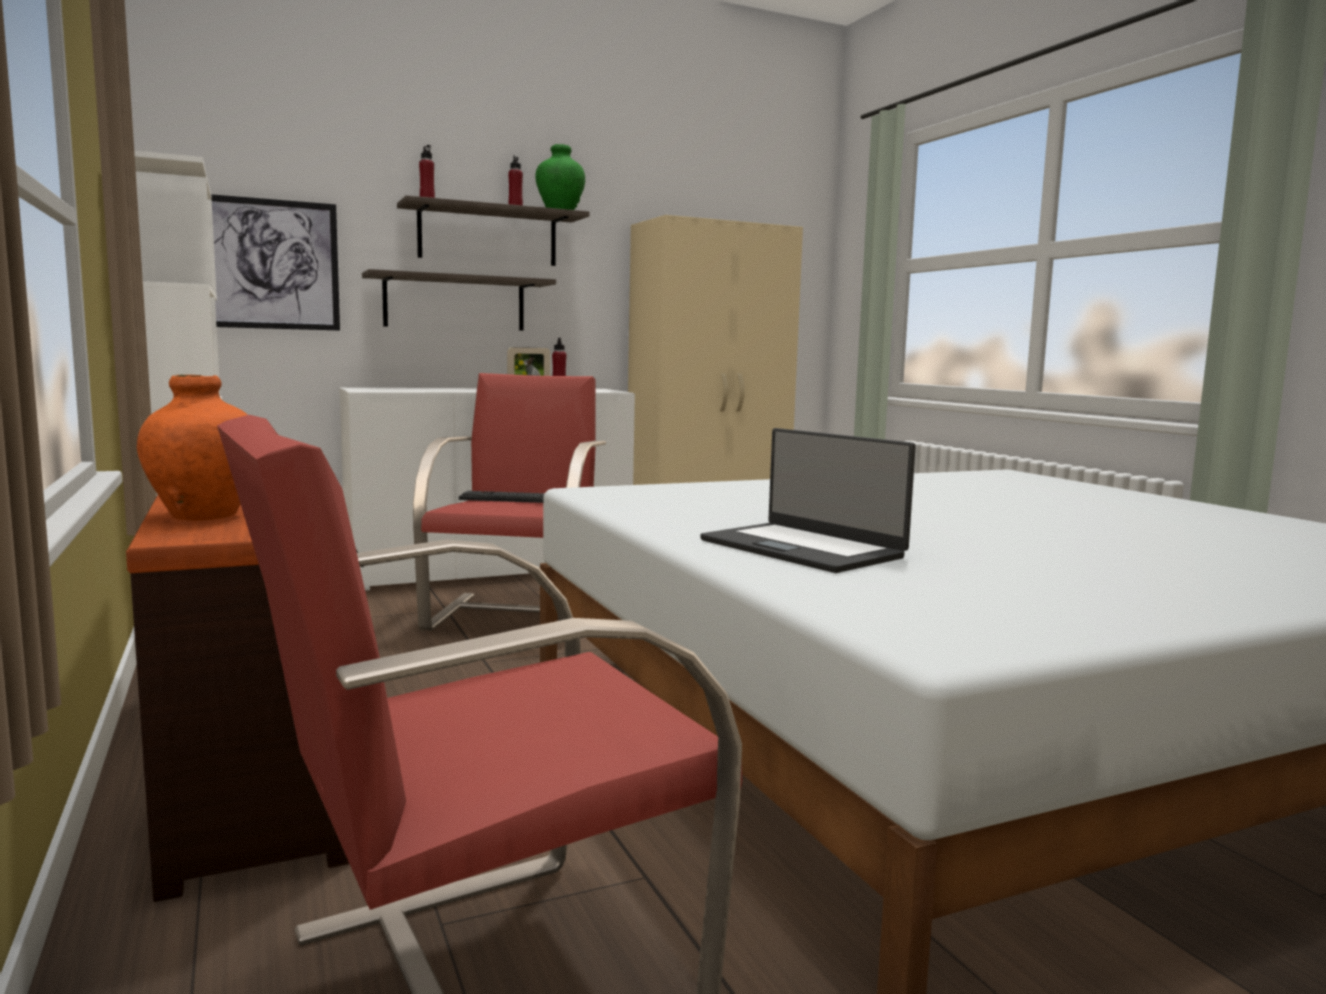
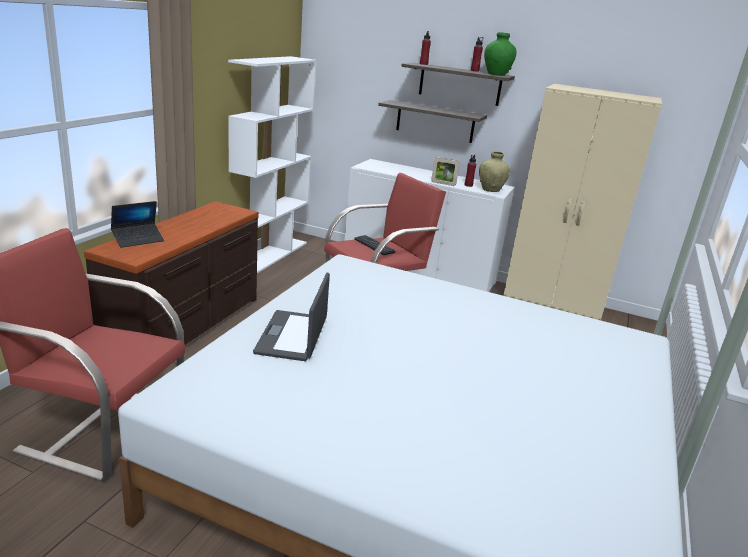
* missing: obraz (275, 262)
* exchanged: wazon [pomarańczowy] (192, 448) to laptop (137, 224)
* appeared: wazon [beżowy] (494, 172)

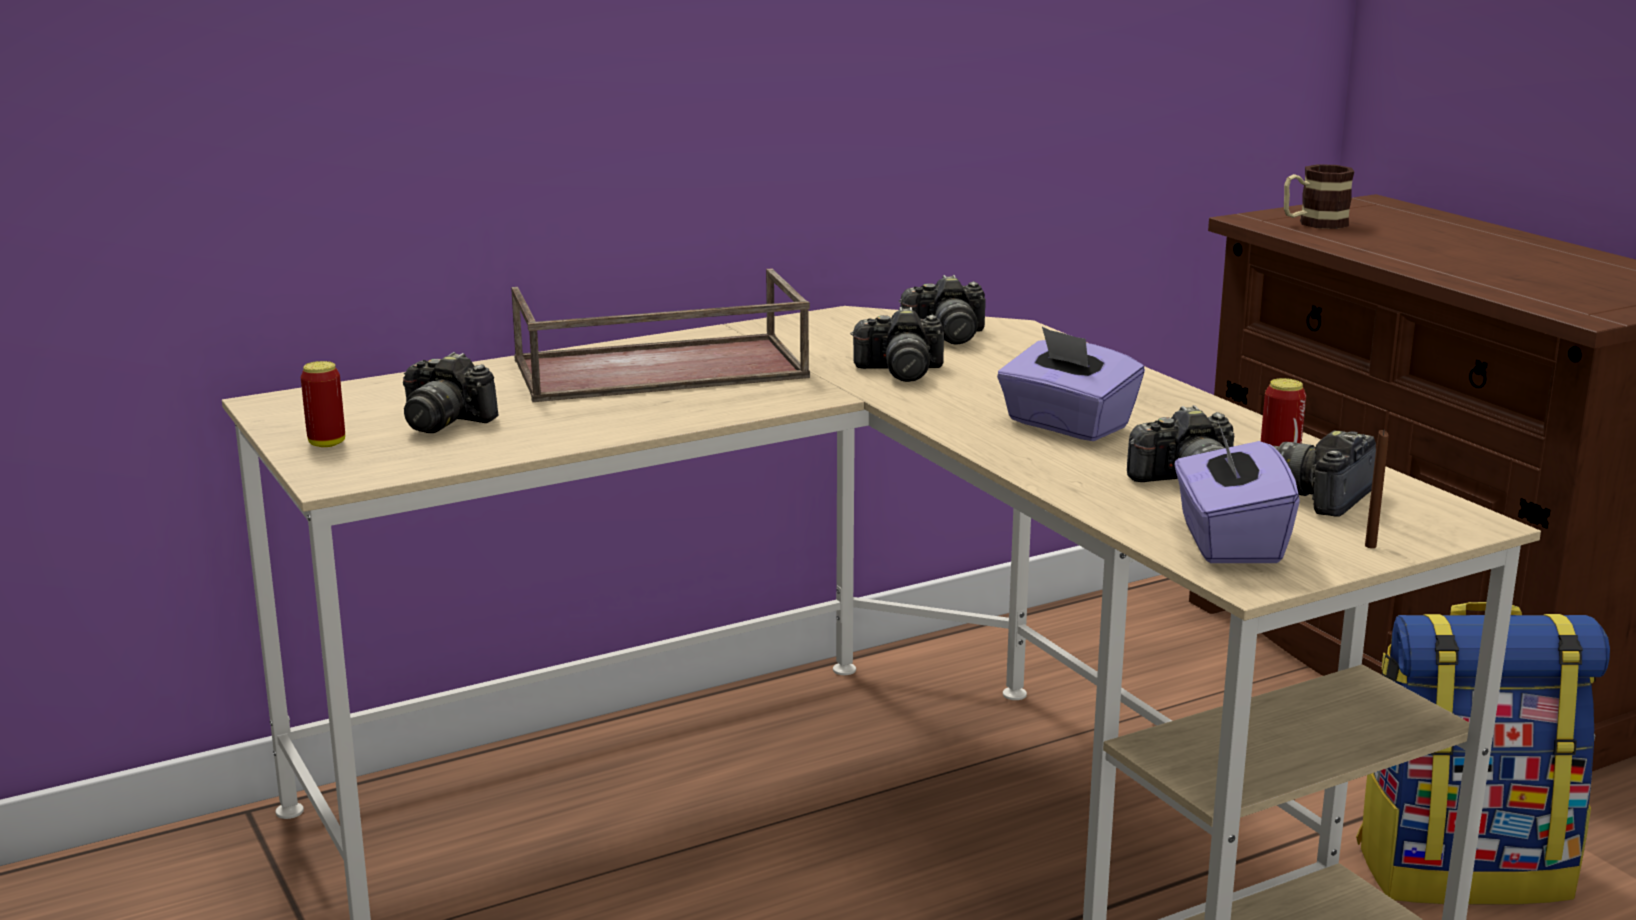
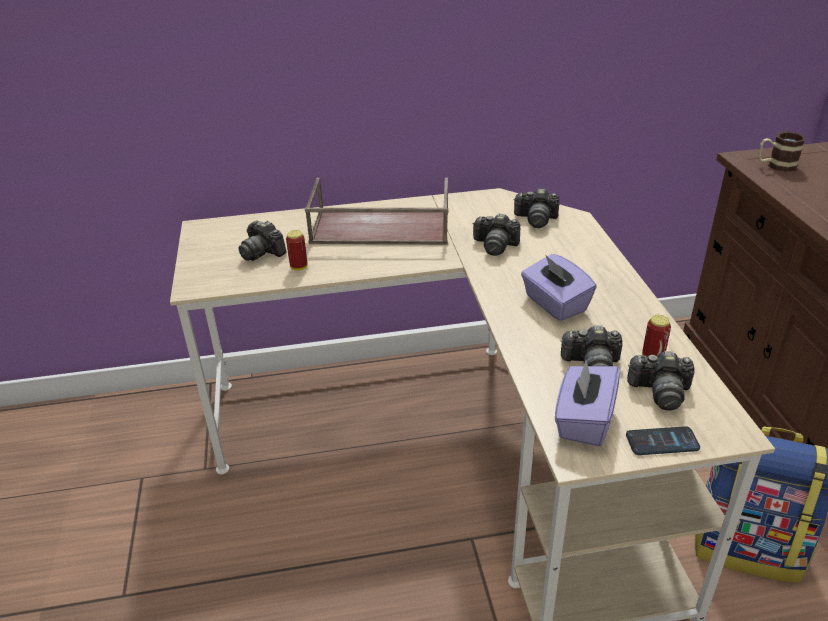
* relocated: puszka (323, 404) to (296, 250)
* exchanged: świeca [brązowy] (1377, 489) to telefon (663, 440)
* spun: aparat fotograficzny (1324, 473) = (661, 381) 135 degrees counterclockwise

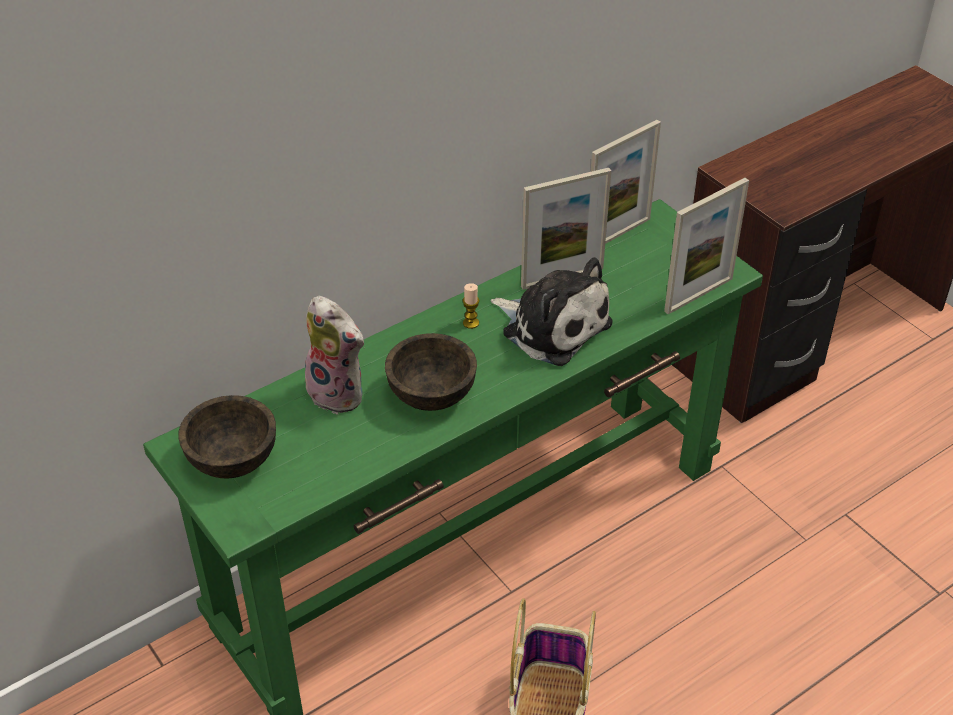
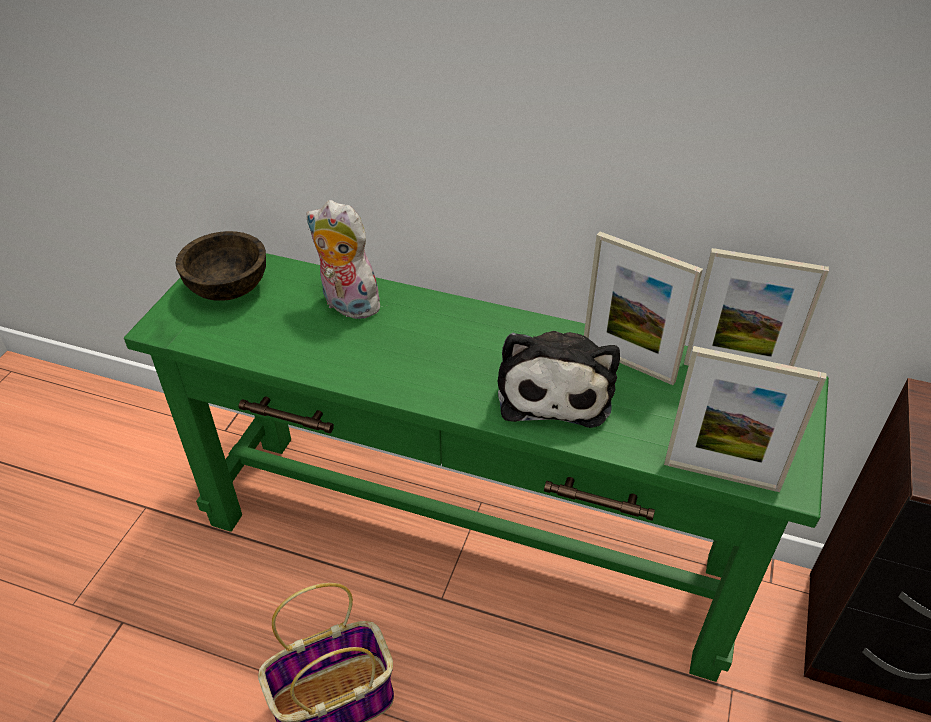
* missing: świeca (471, 306)
* spun: pluszak (334, 355) = (344, 259) 120 degrees clockwise
* missing: miska [brązowy] (431, 372)

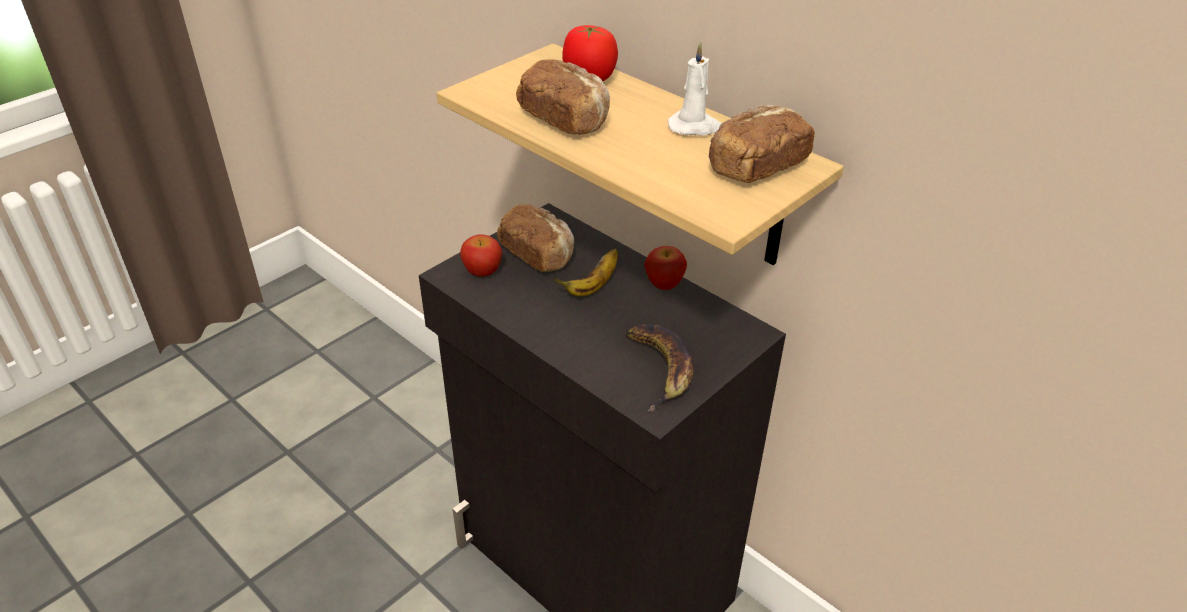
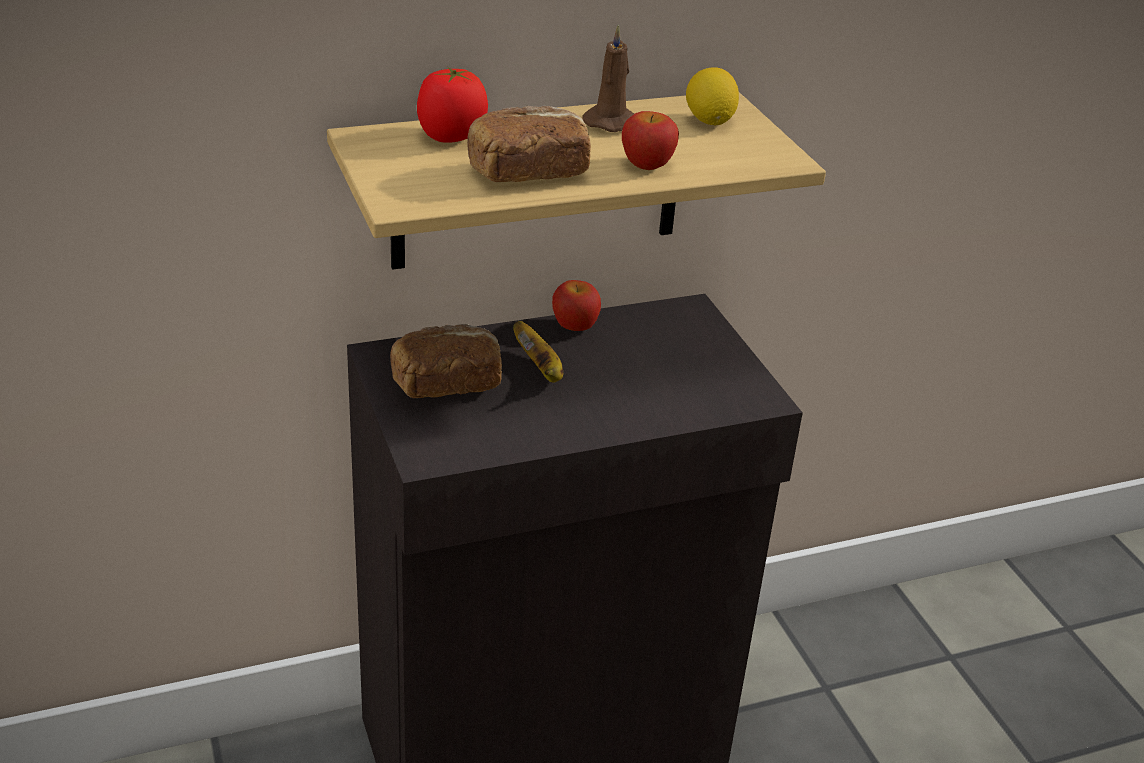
* colour: świeca [biały] (695, 88) to świeca [brązowy] (608, 78)
* exchanged: chleb (762, 144) to cytryna (712, 96)
* relocated: jabłko (481, 255) to (650, 140)
* missing: banan (659, 368)

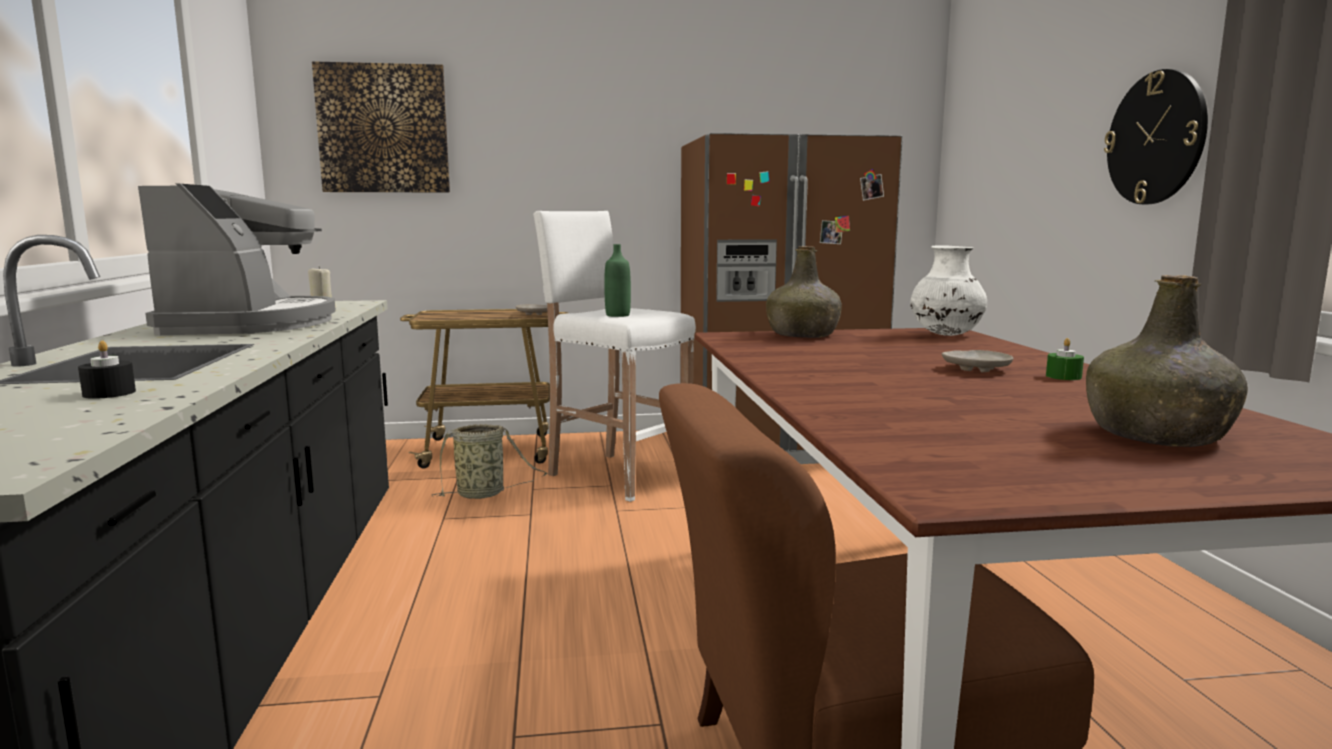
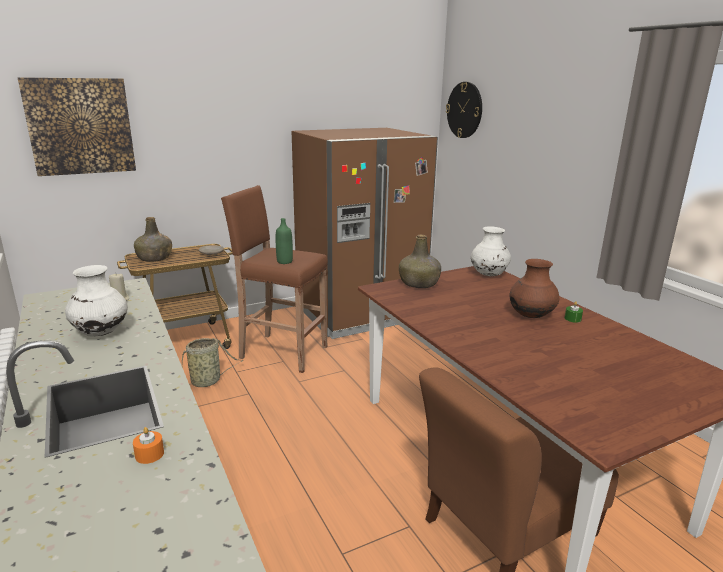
* relocated: zegar ścienny (1156, 136) to (464, 110)
* exchanged: ekspres do kawy (236, 259) to wazon [biały] (96, 301)
* colour: stołek [biały] (614, 356) to stołek [brązowy] (274, 279)
* relocated: butelka [zielony] (1167, 361) to (153, 239)
* colour: świeca [czarny] (107, 369) to świeca [pomarańczowy] (148, 445)
* exchanged: talerz [beżowy] (977, 361) to wazon [brązowy] (534, 288)

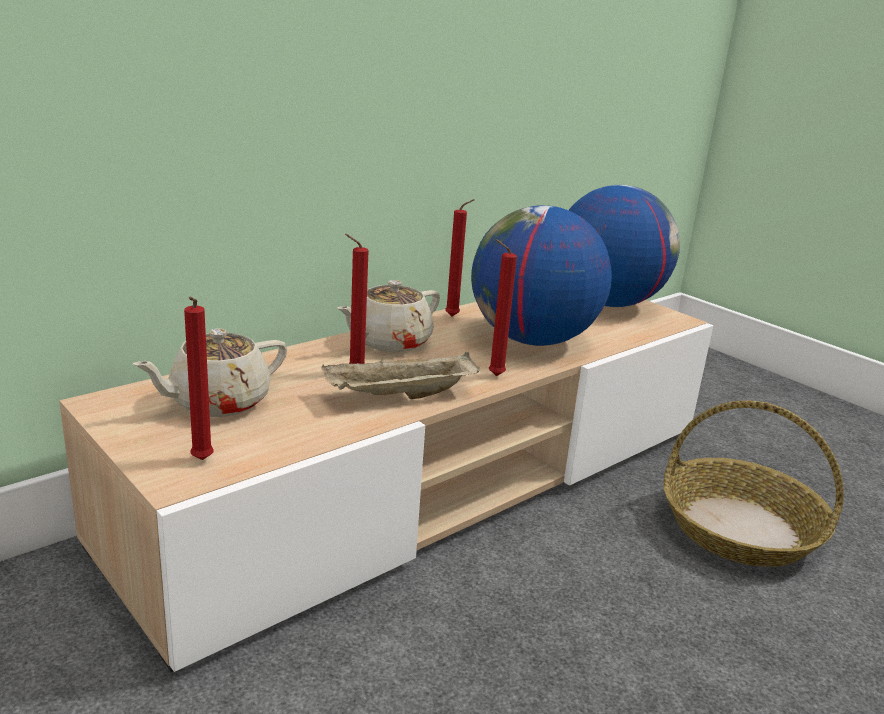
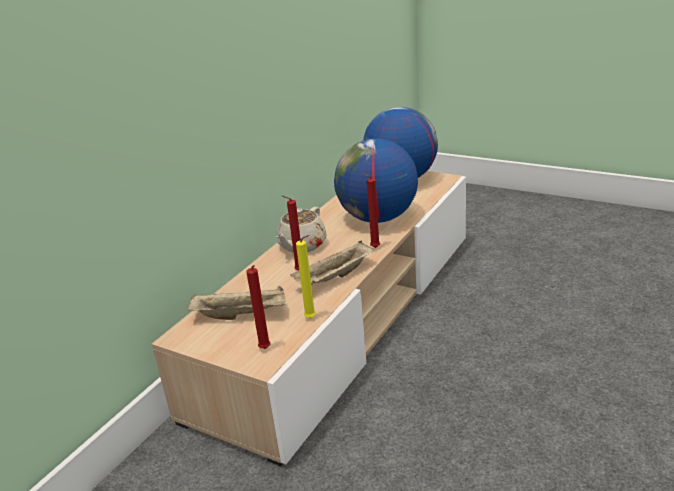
* missing: świeca [czerwony] (460, 257)
* exchanged: imbryk [beżowy] (209, 373) to taca [beżowy] (236, 303)
* missing: koszyk (753, 483)
* appeared: świeca [żółty] (306, 277)

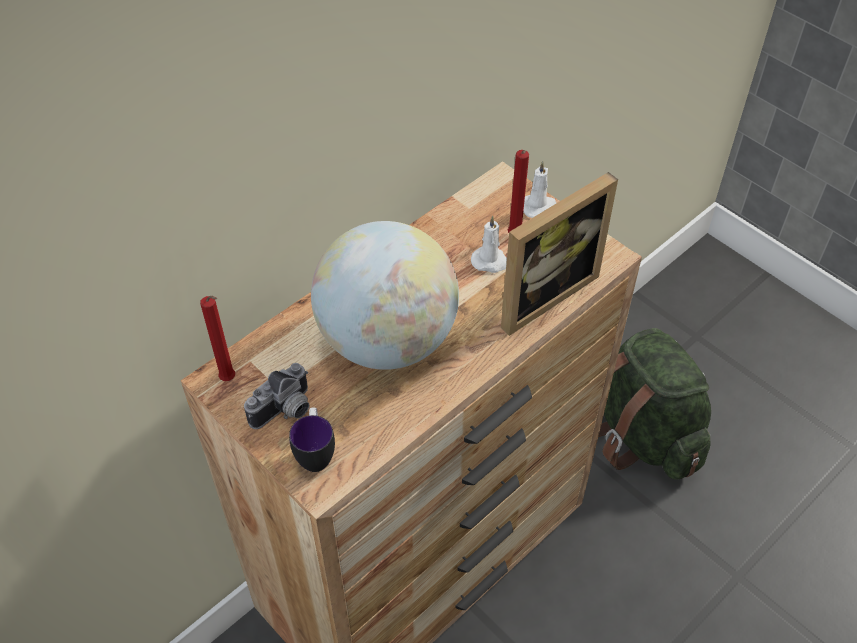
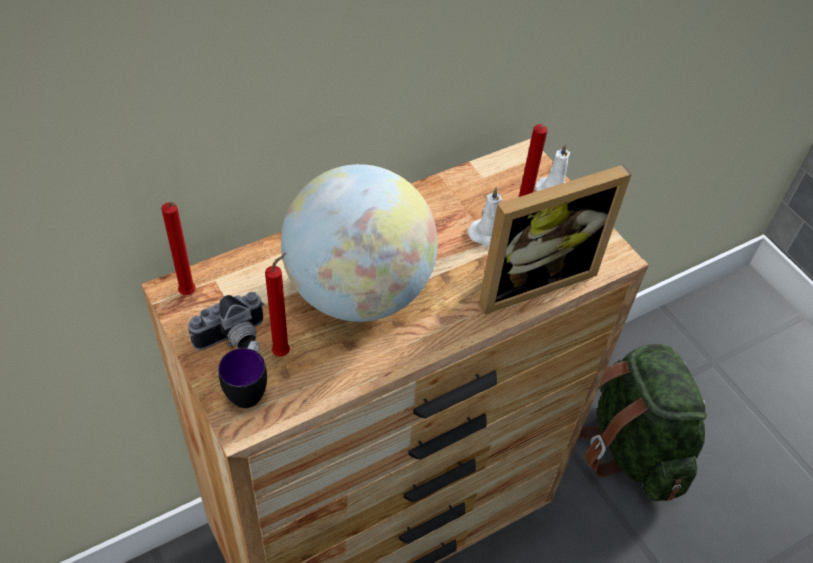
* appeared: świeca [czerwony] (277, 305)

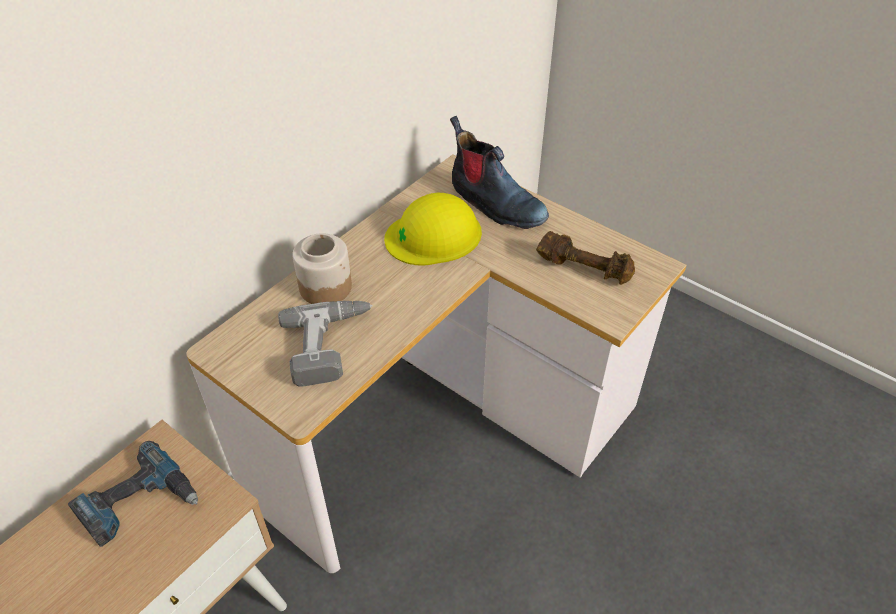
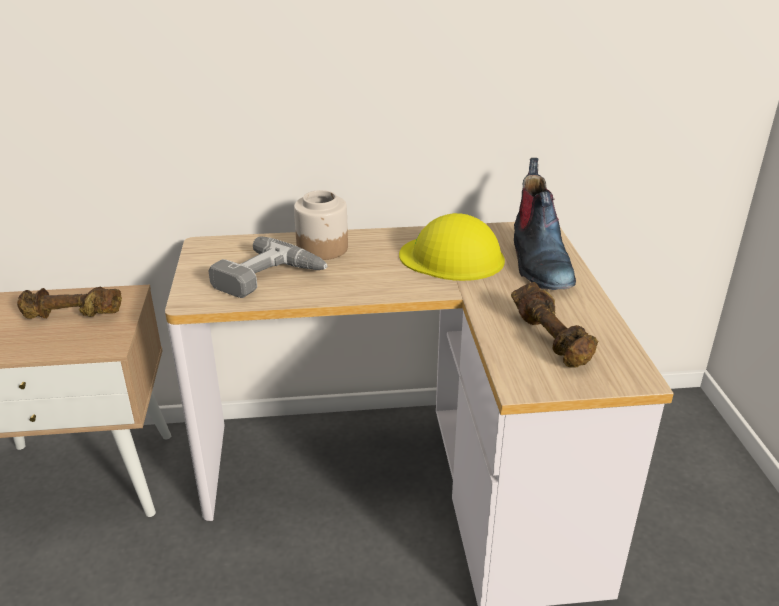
* exchanged: wiertarka (133, 494) to hantel [brązowy] (69, 303)

